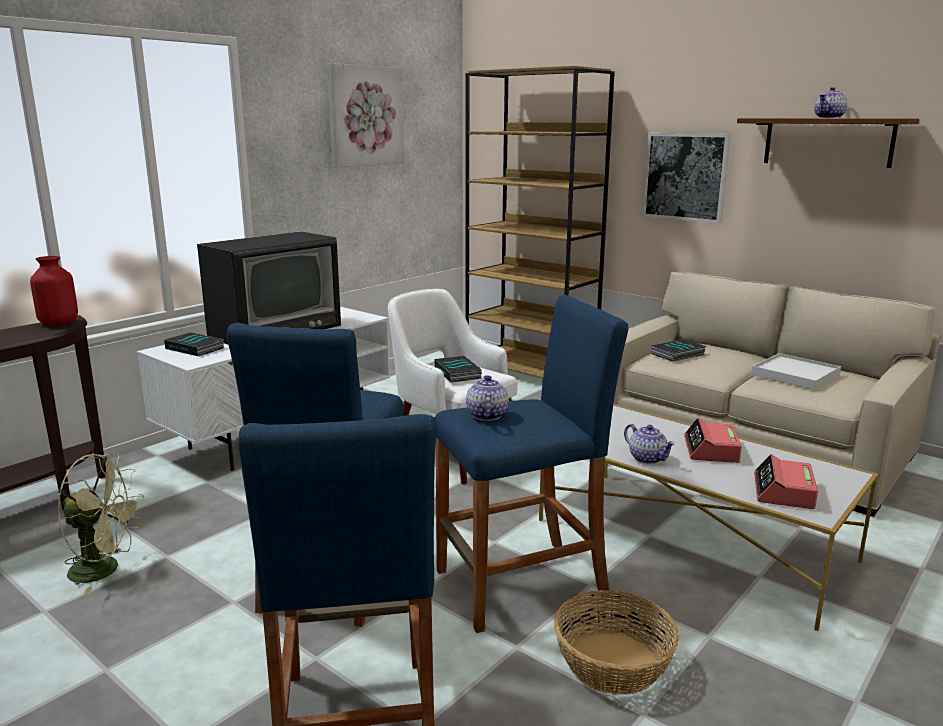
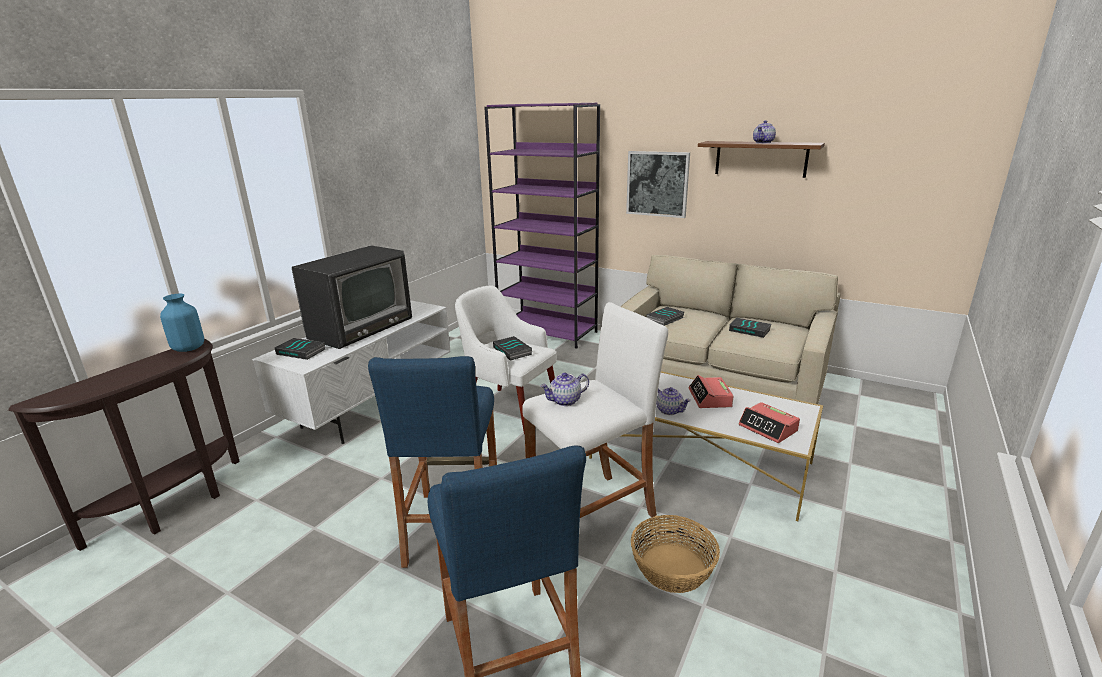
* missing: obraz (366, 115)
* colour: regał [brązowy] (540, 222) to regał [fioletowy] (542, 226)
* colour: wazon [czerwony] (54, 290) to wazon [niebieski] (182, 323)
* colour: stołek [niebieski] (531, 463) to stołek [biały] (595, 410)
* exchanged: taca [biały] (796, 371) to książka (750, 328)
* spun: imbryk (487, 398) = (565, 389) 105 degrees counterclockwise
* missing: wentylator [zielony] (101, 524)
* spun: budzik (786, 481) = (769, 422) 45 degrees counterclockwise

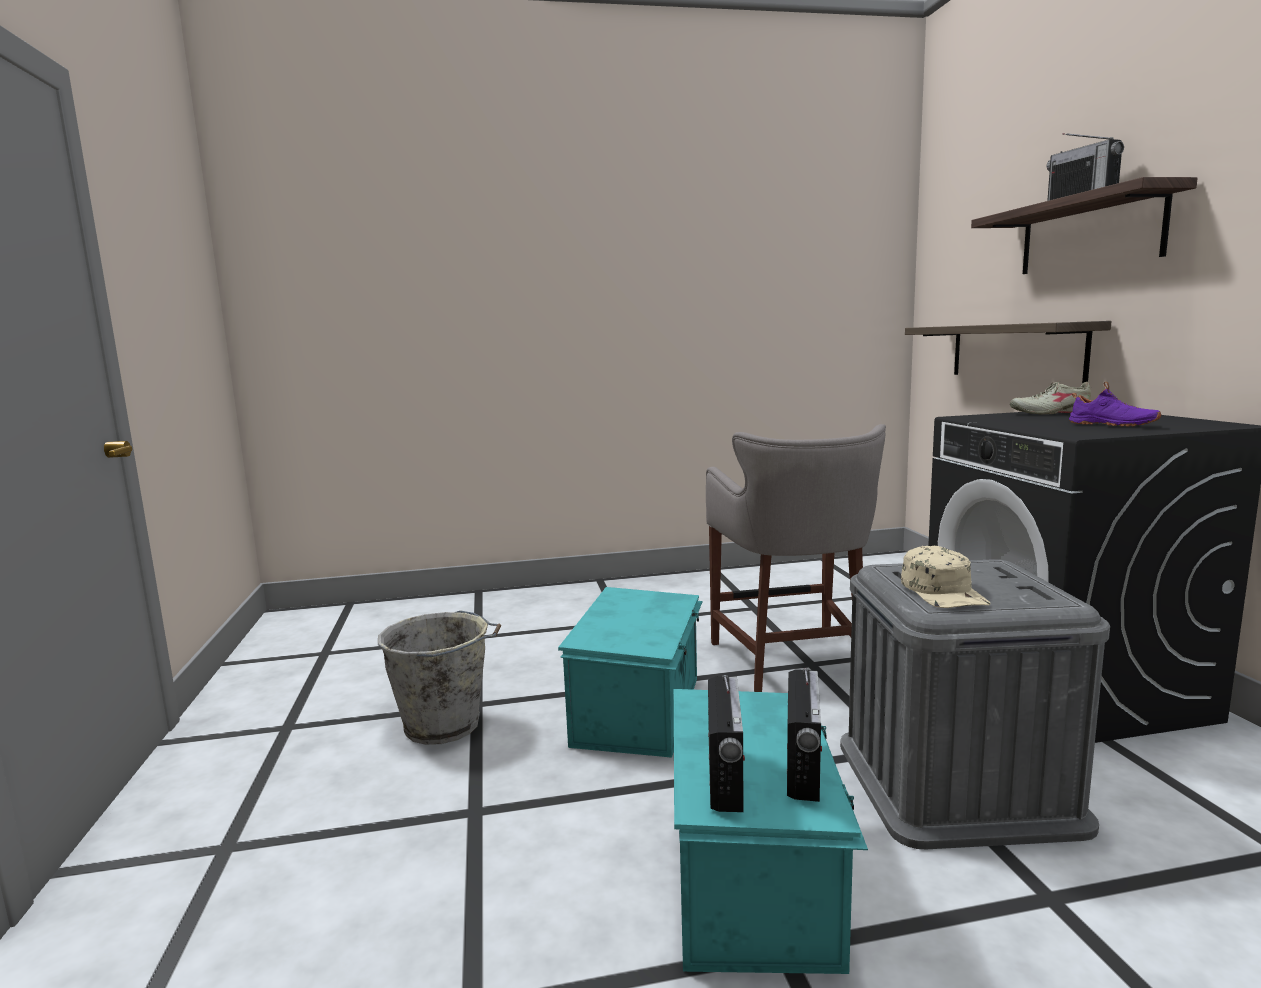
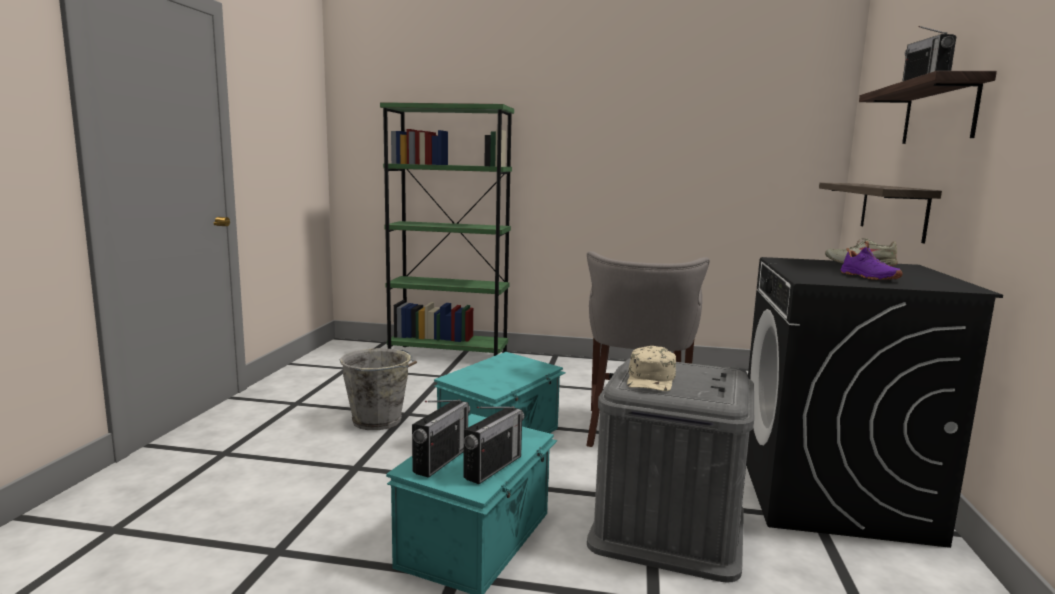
* appeared: regał [zielony] (447, 229)

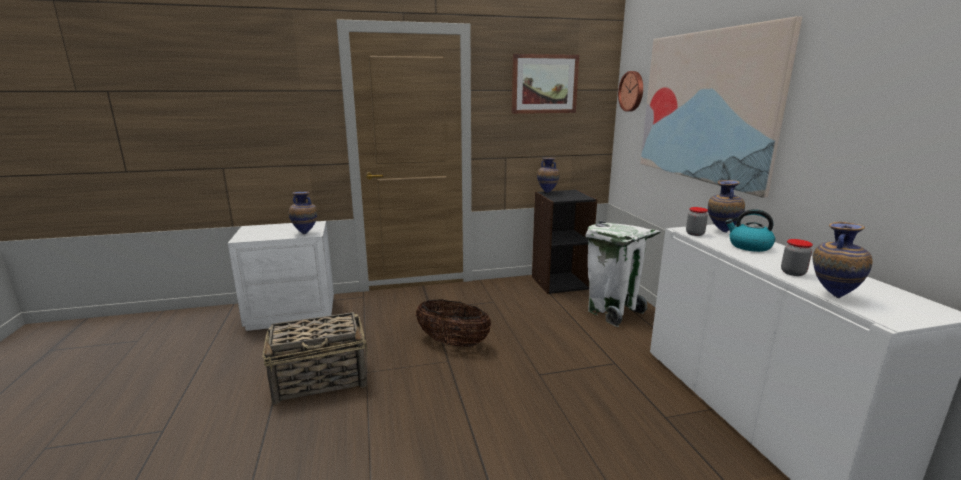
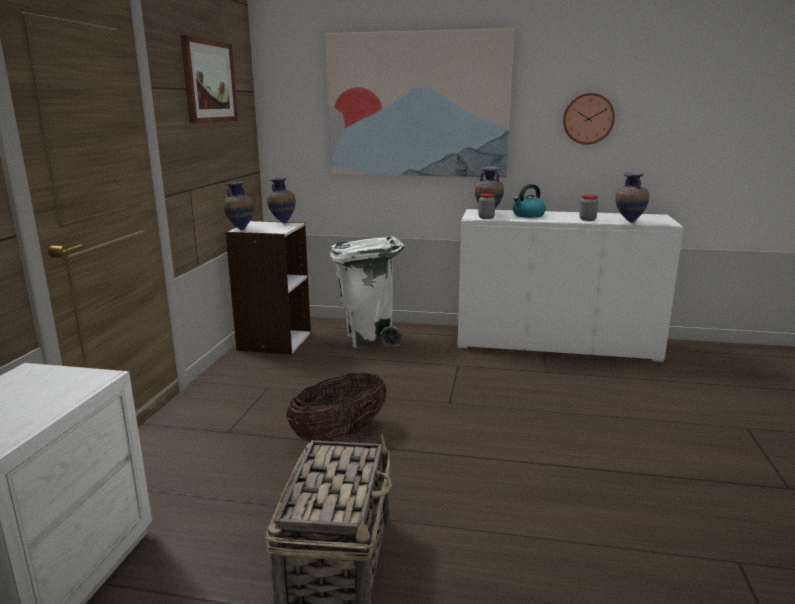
* relocated: zegar ścienny (630, 91) to (589, 119)
* colour: regał [czarny] (564, 242) to regał [biały] (268, 288)
* relocated: wazon (303, 212) to (281, 200)

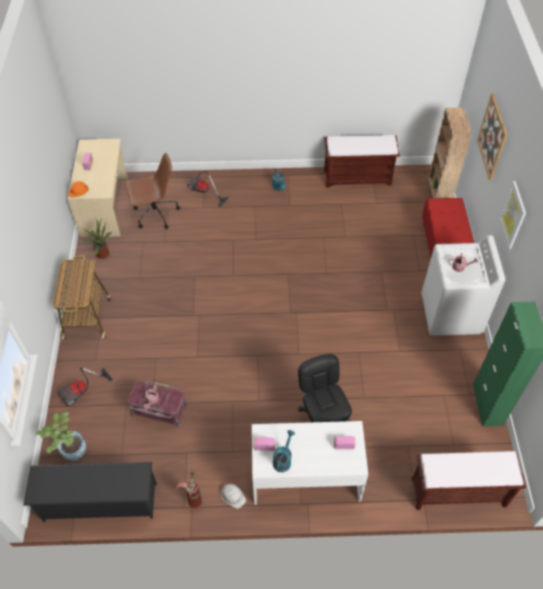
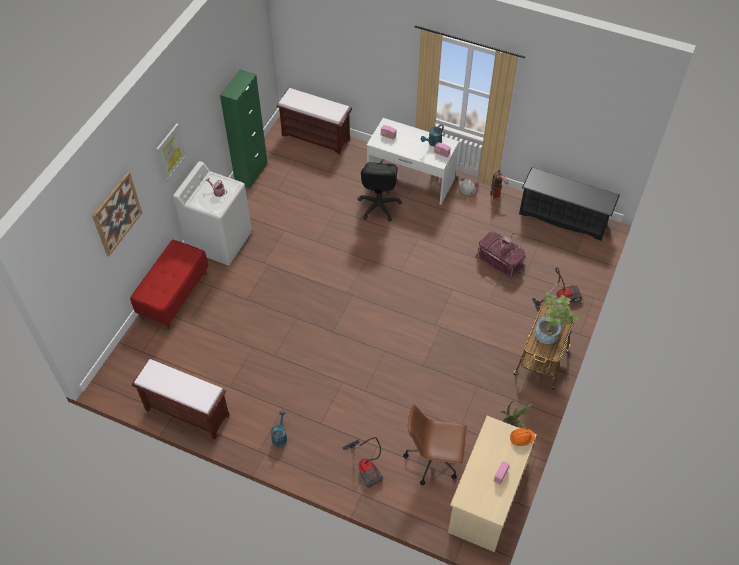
* missing: regał [brązowy] (449, 152)
* relocated: roślina doniczkowa (60, 436) to (557, 318)

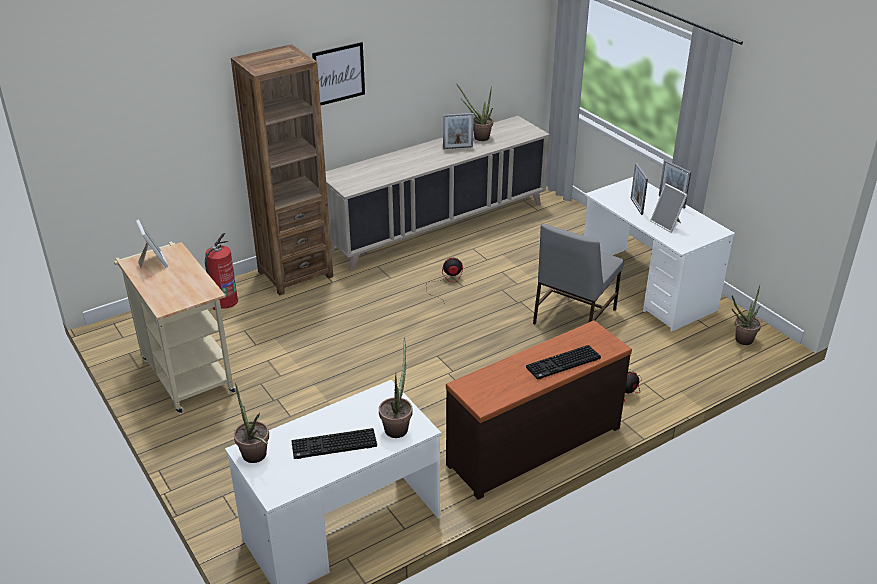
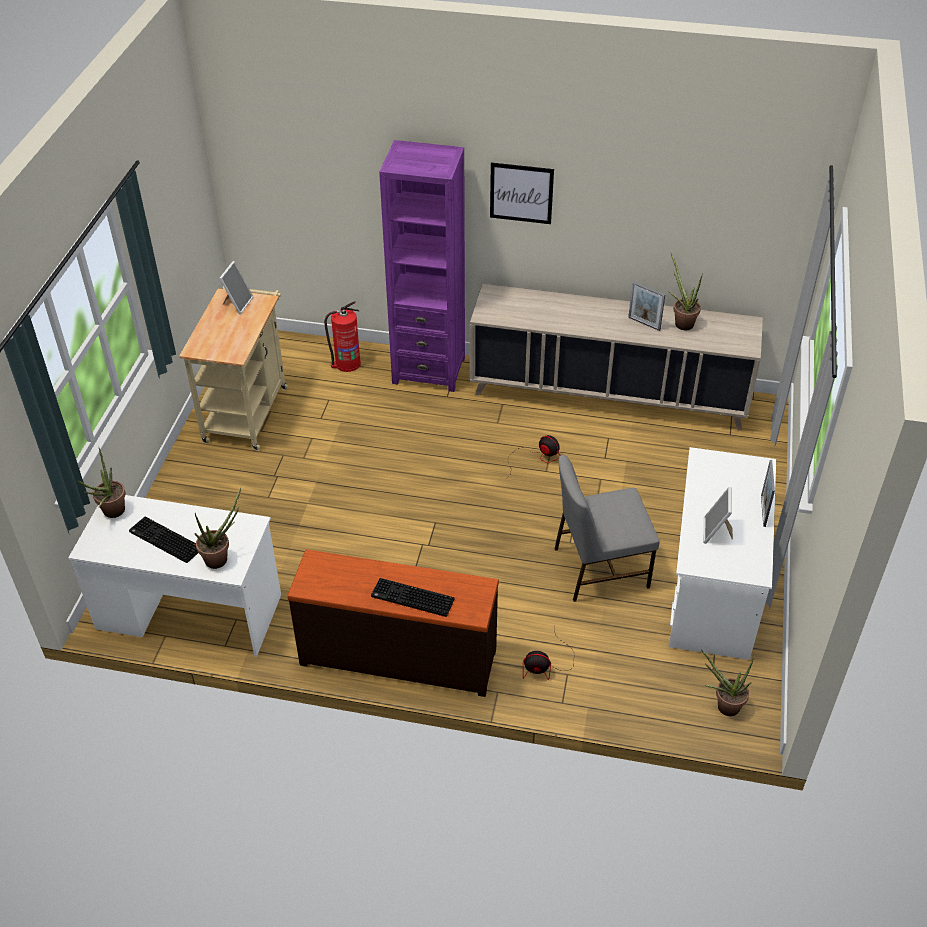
* colour: regał [brązowy] (282, 170) to regał [fioletowy] (422, 266)
* missing: ramka na zdjęcie (639, 189)

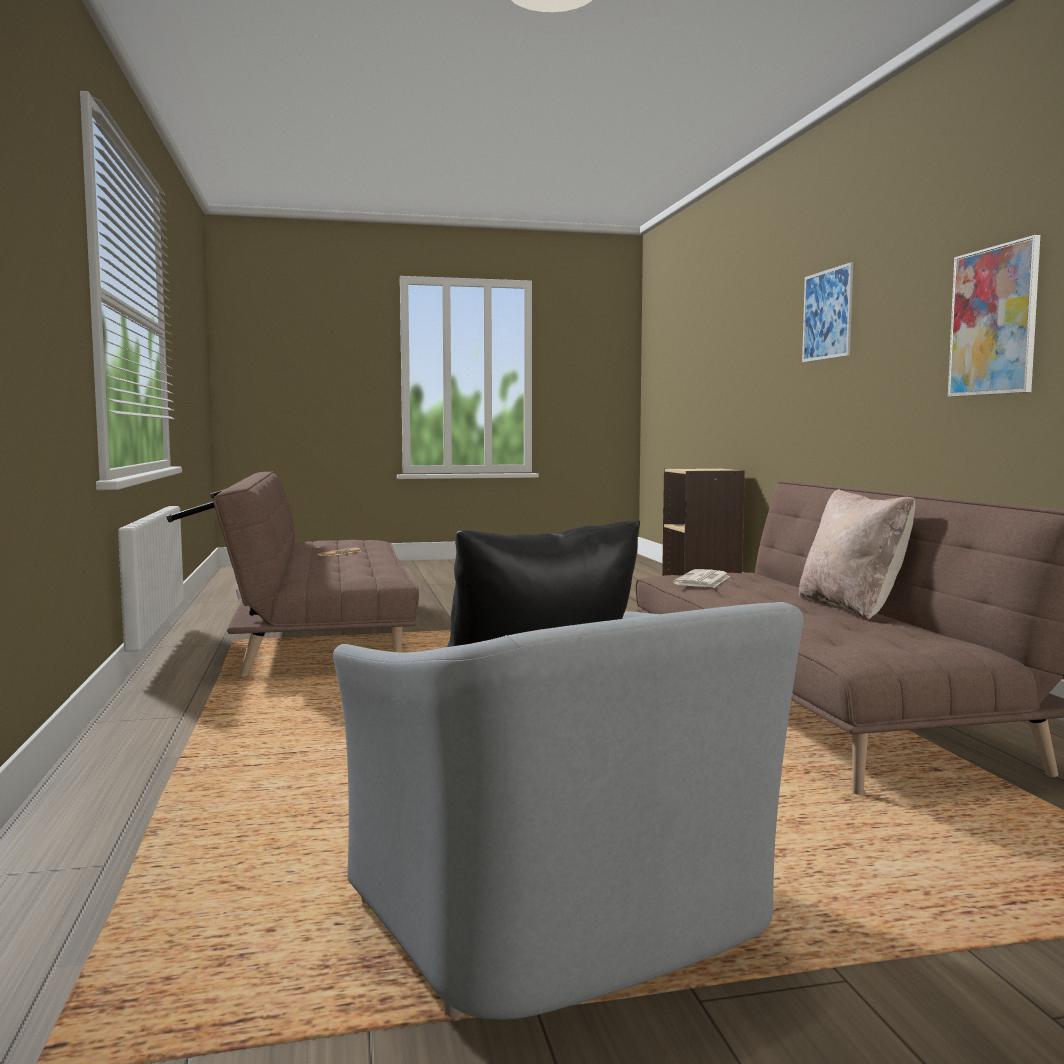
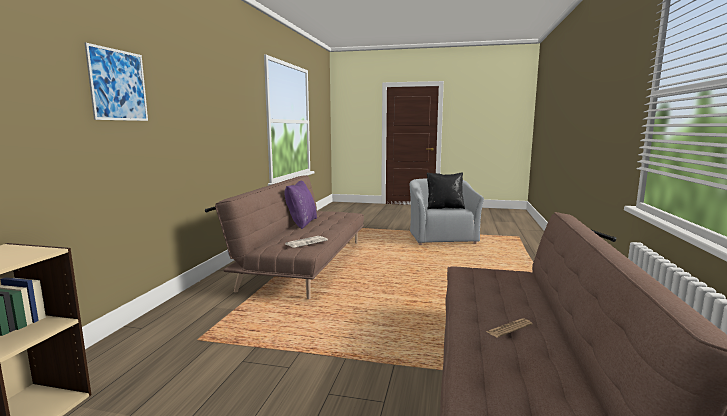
* missing: obraz (994, 316)
* colour: poduszka [beżowy] (857, 554) to poduszka [fioletowy] (301, 205)

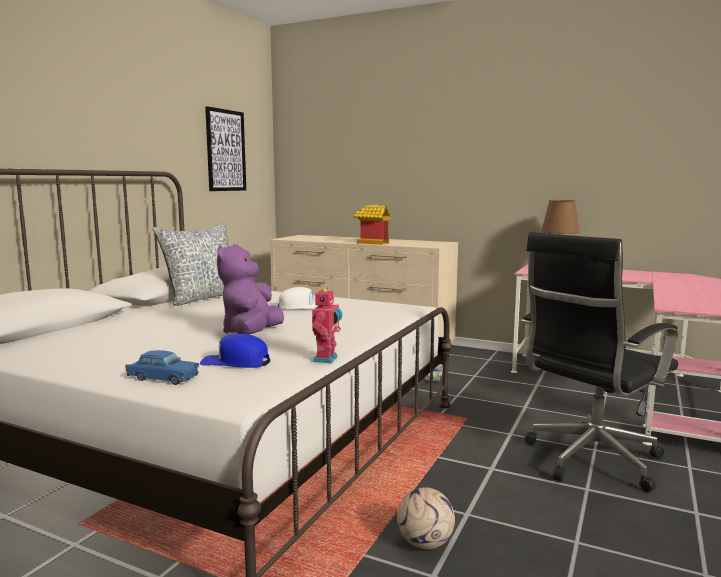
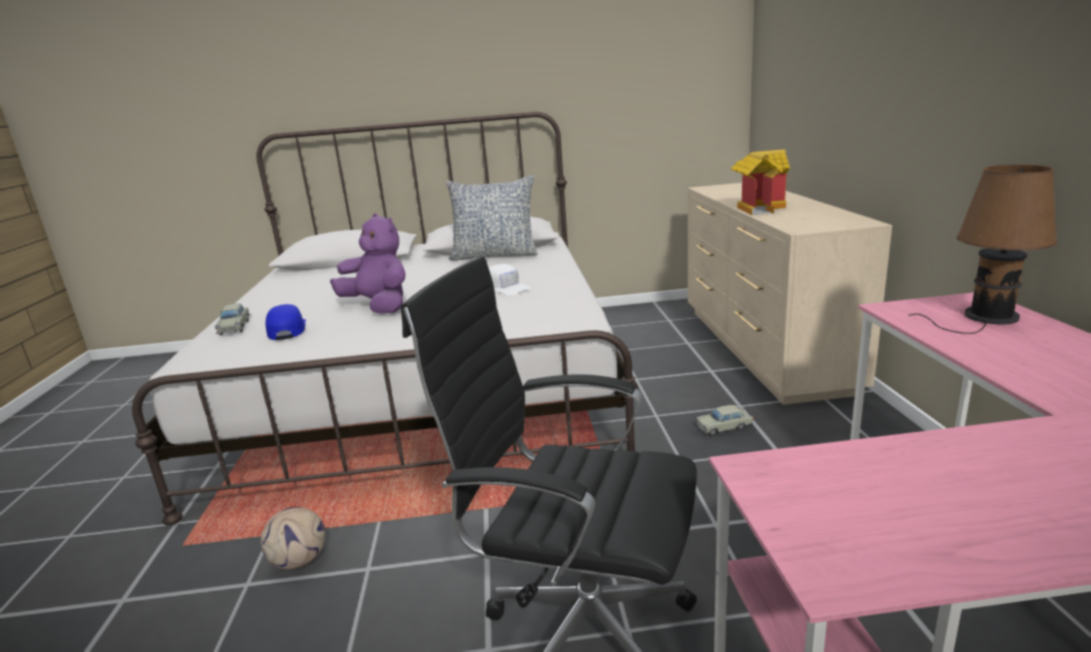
* missing: obraz (225, 148)
* spun: pluszak [fioletowy] (250, 289) = (368, 263) 60 degrees clockwise
* missing: robot zabawkowy (327, 325)
* colour: samochodzik [niebieski] (162, 367) to samochodzik [beżowy] (232, 319)

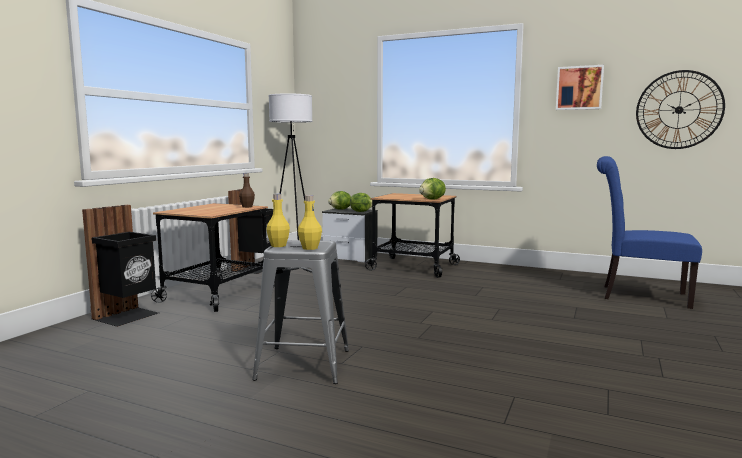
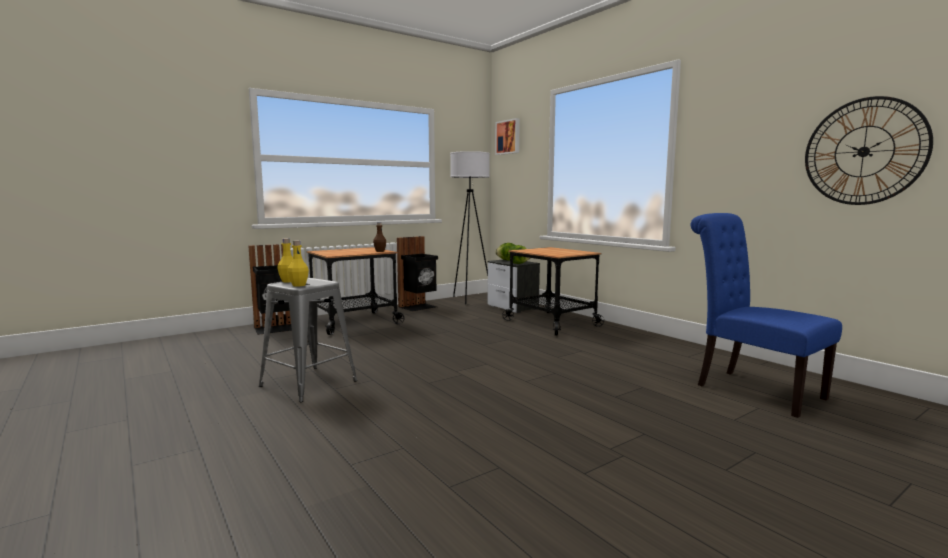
* relocated: obraz (580, 87) to (507, 136)
* missing: sałata (432, 189)

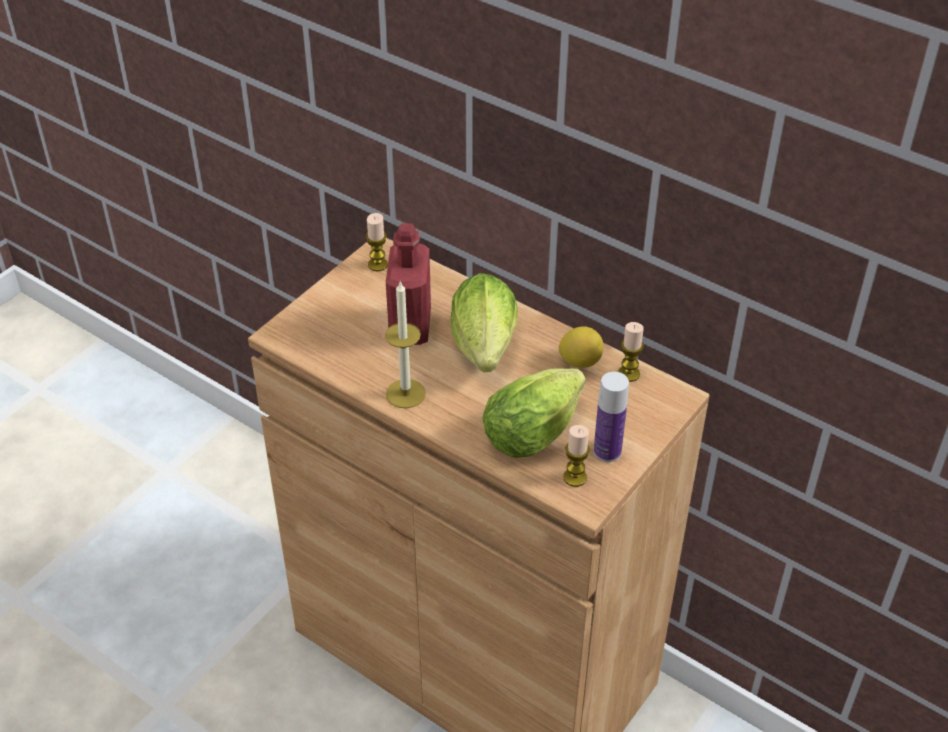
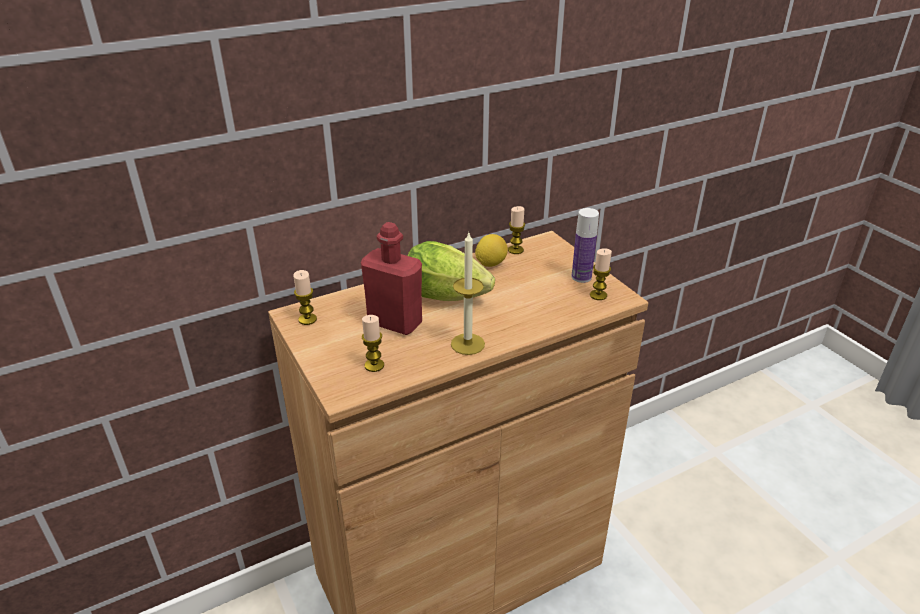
* missing: sałata (534, 413)
* appeared: świeca (373, 343)

